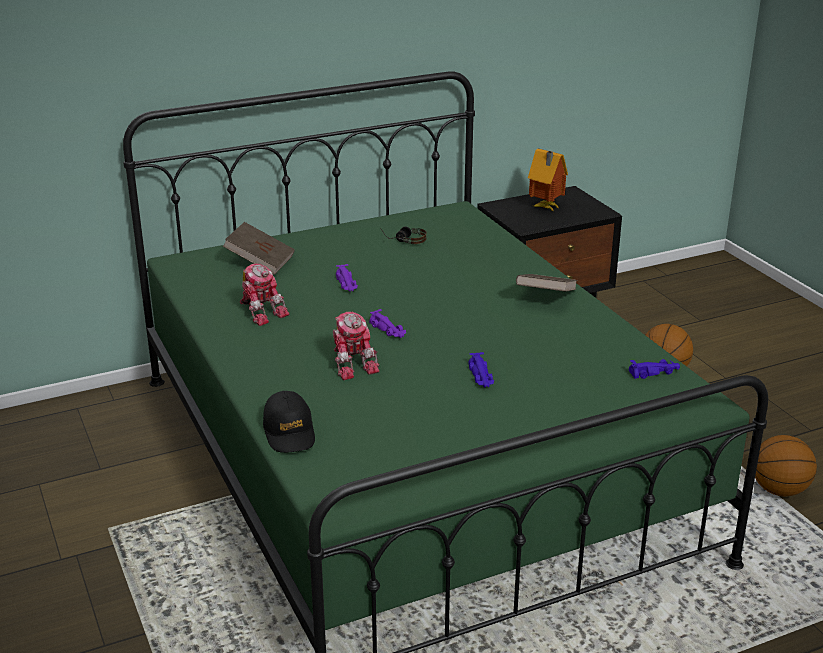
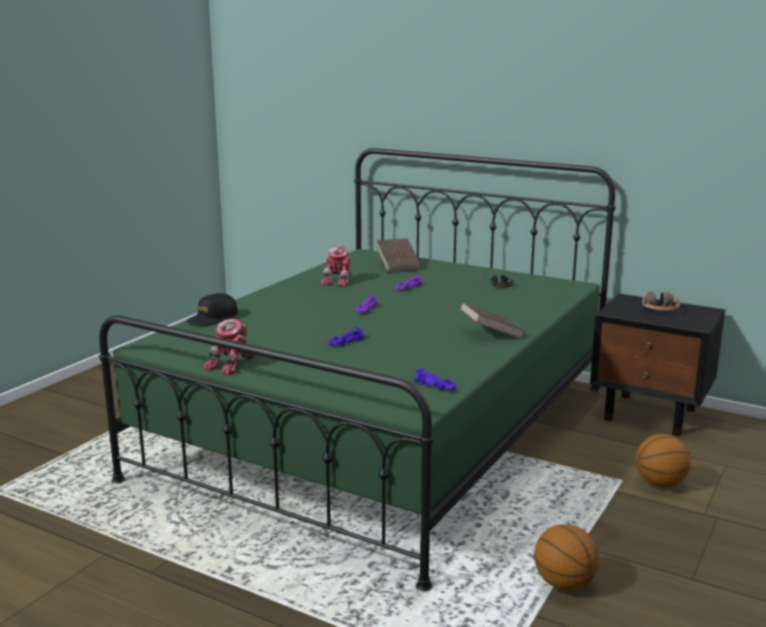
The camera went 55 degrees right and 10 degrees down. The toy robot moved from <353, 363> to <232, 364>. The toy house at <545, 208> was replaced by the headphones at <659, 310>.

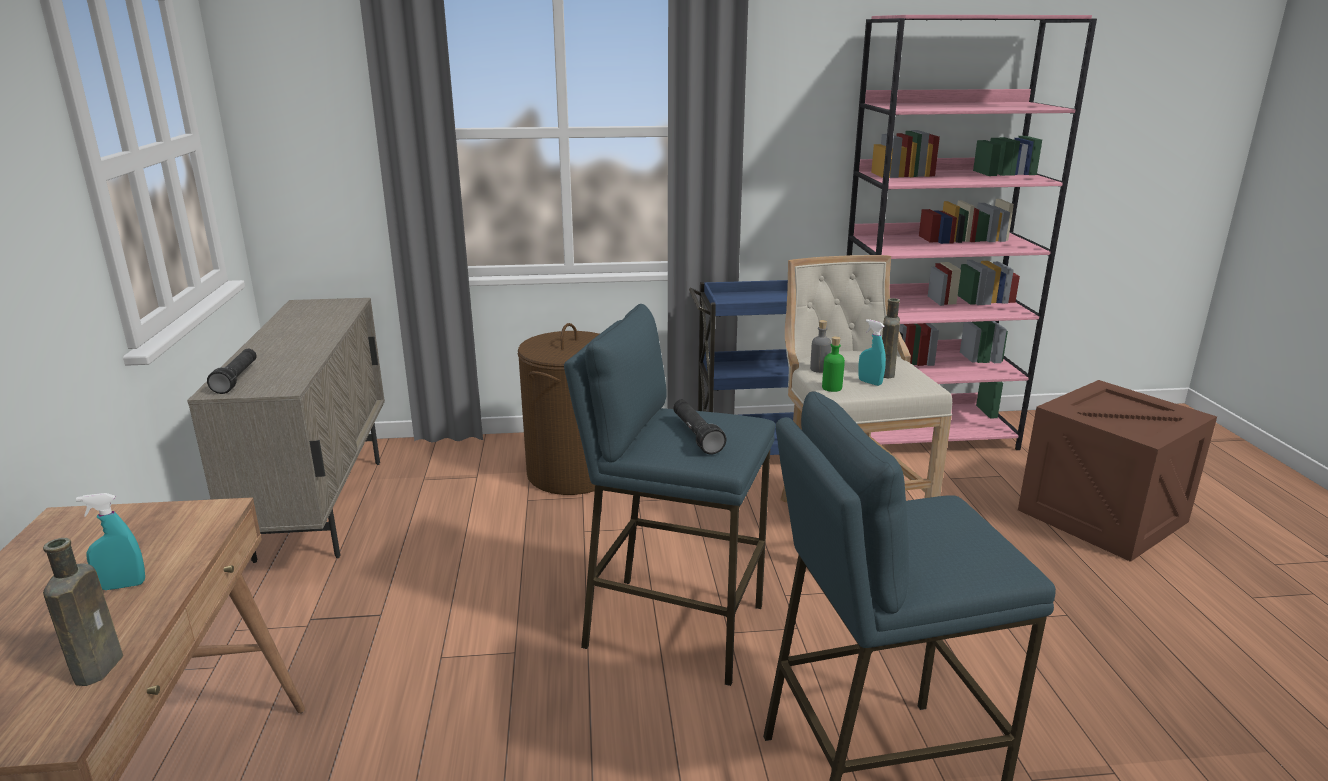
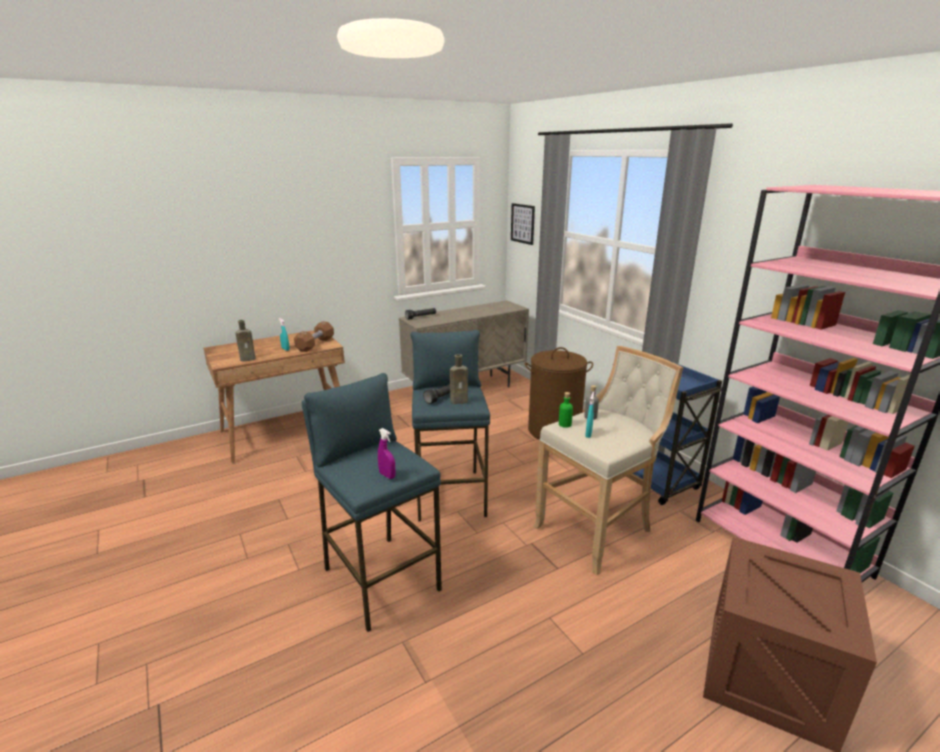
The camera went 65 degrees right and 0 degrees up. The bottle/brown moved from <886, 372> to <460, 401>. The dumbbell/brown at <315, 344> appeared. The spray bottle/purple at <387, 475> appeared. The picture at <522, 223> appeared.

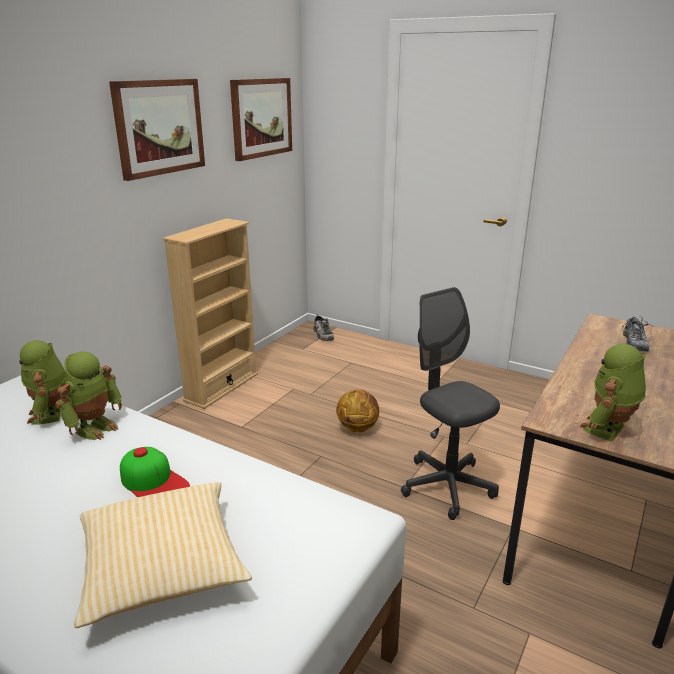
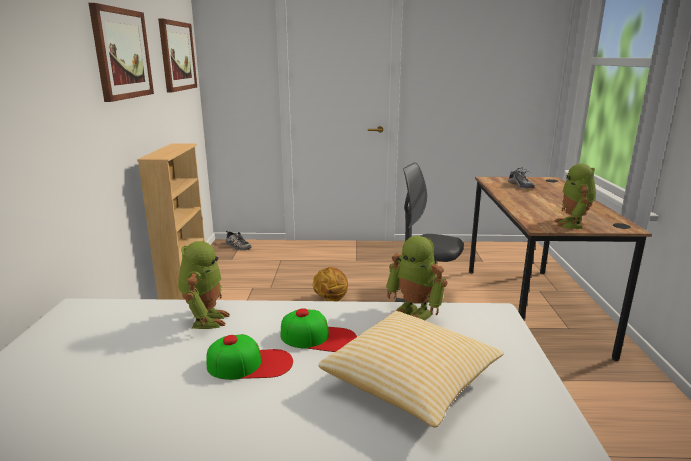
The camera went 30 degrees left and 5 degrees down. The toy robot moved from <51, 414> to <414, 312>. The cap at <250, 364> appeared.

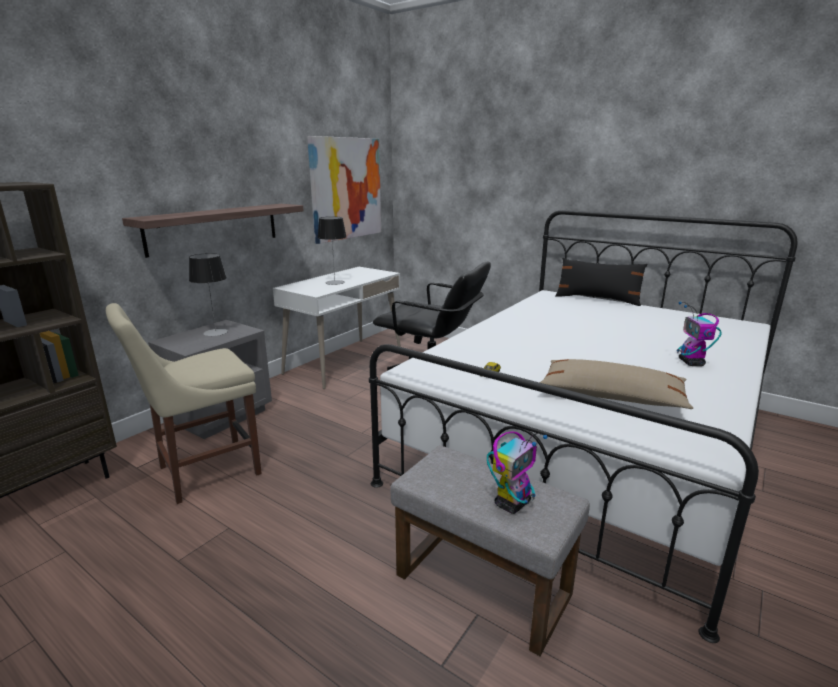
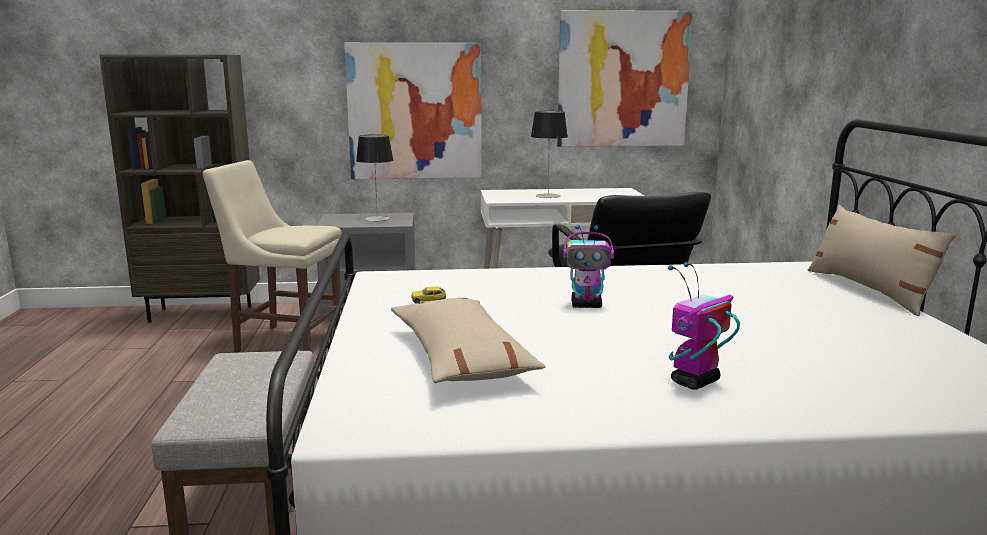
The camera went 50 degrees right and 5 degrees down. The shelf at <214, 228> was replaced by the picture at <415, 111>. The toy robot moved from <512, 503> to <587, 305>. The pillow/black at <597, 299> became the pillow/beige at <869, 290>.

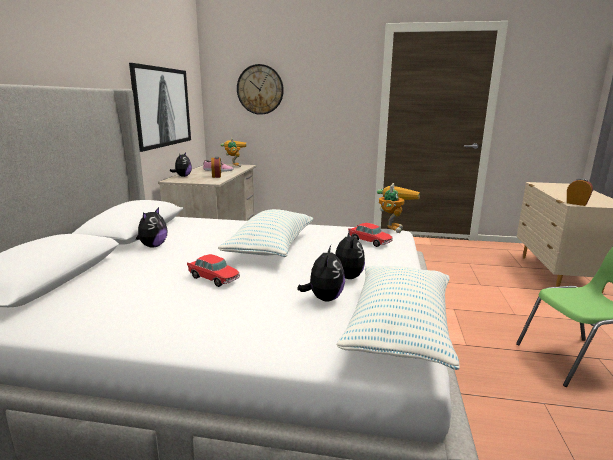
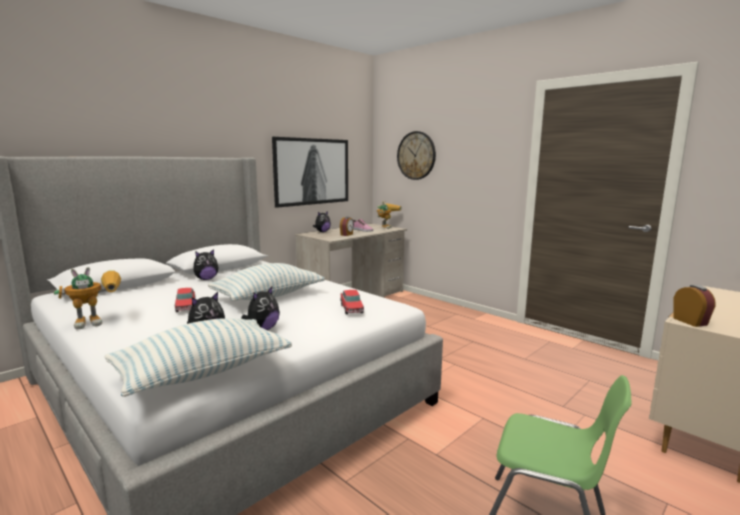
The camera went 35 degrees right and 5 degrees down. The toy robot moved from <392, 227> to <99, 321>.

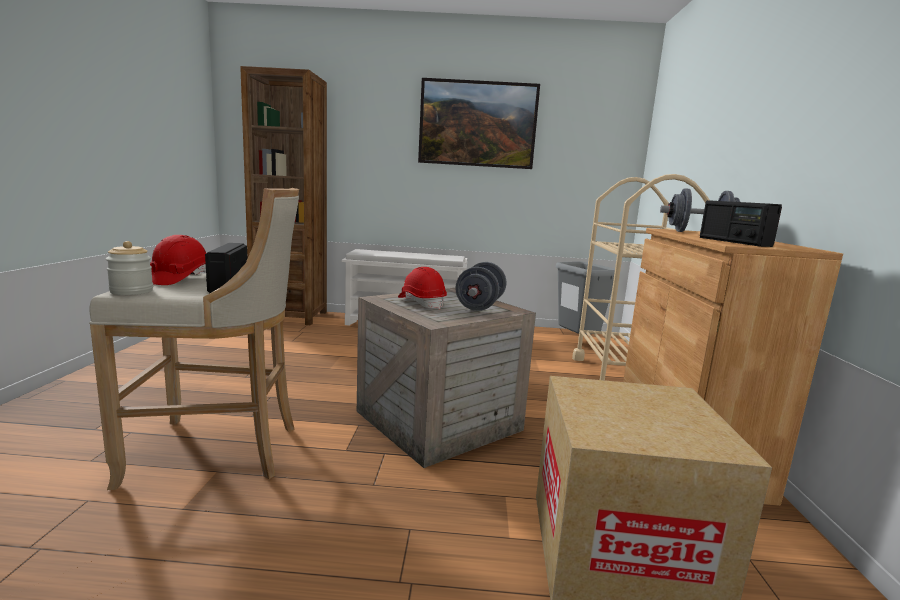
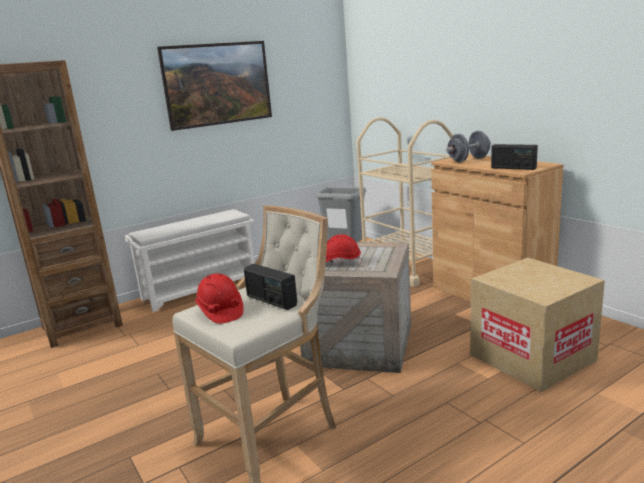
The camera went 35 degrees left and 5 degrees up. The jar at <131, 291> disappeared. The dumbbell/grey at <480, 306> disappeared.

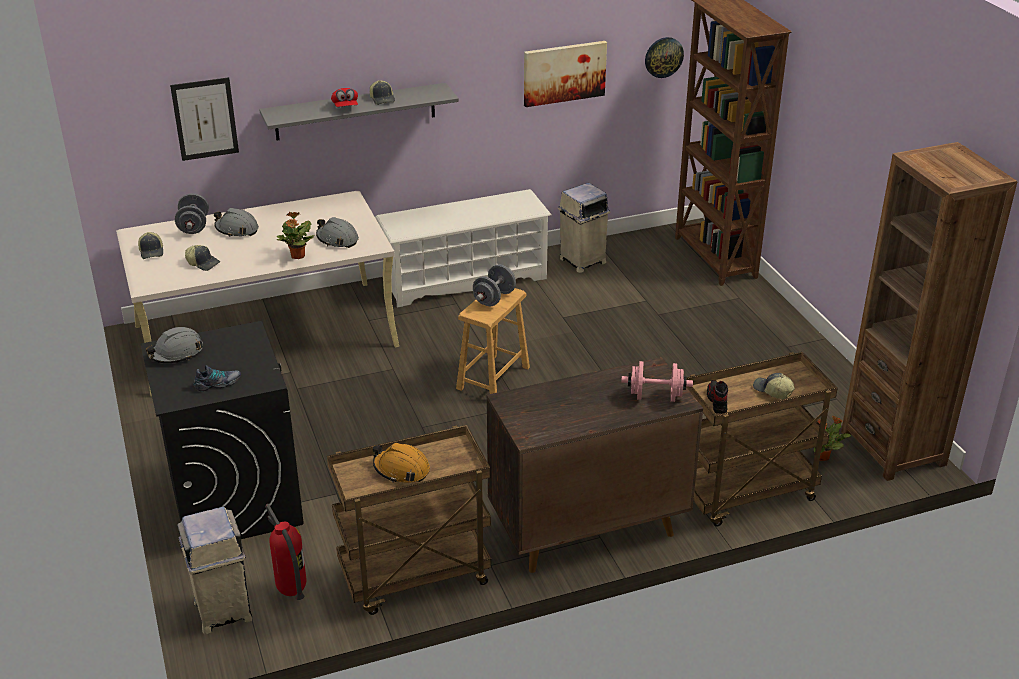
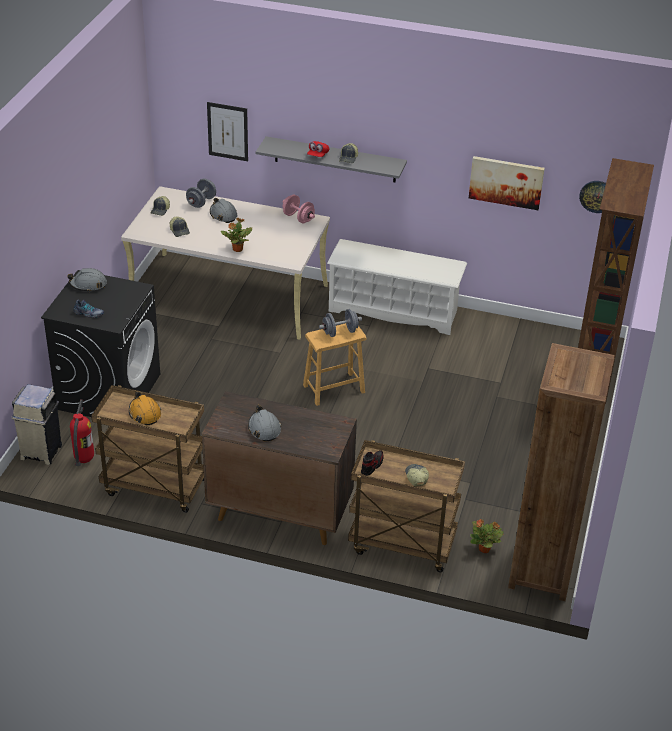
The camera went 35 degrees right and 5 degrees up. The hard hat/grey moved from <337, 239> to <264, 428>. The trash can/beige at <582, 261> disappeared. The dumbbell/pink moved from <655, 396> to <298, 218>.

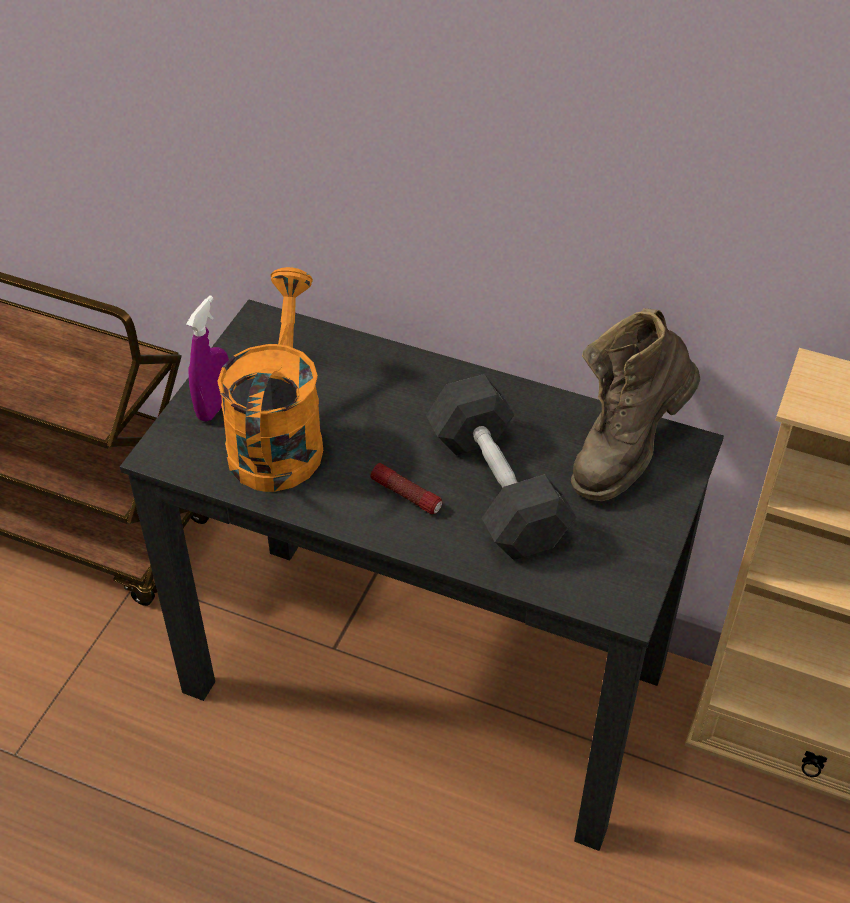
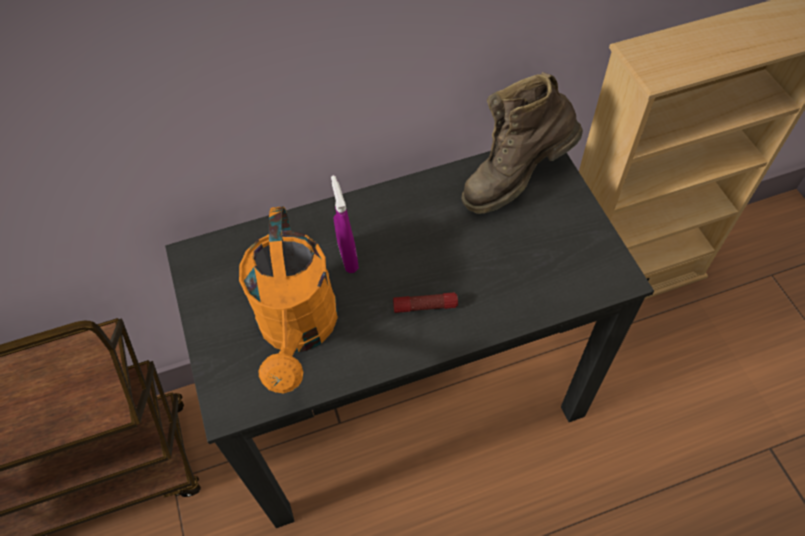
The camera went 40 degrees left and 10 degrees up. The spray bottle/purple moved from <215, 406> to <348, 257>. The watering can/orange at <278, 437> turned 150 degrees counterclockwise. The dumbbell/grey at <497, 489> disappeared. The boot/brown at <626, 450> turned 60 degrees clockwise.

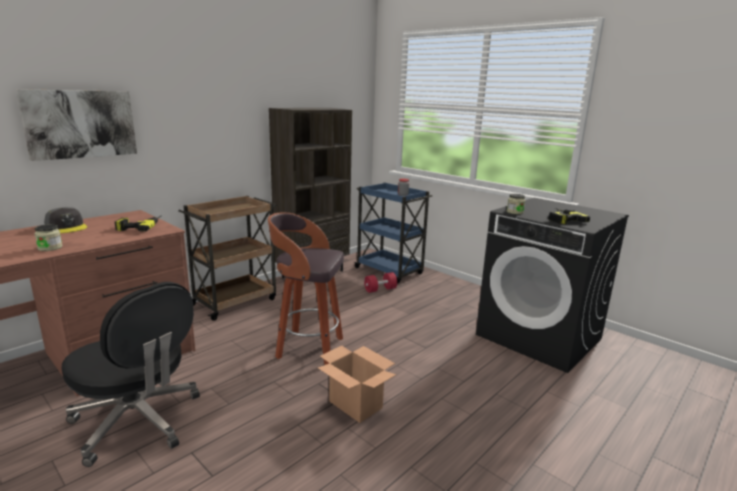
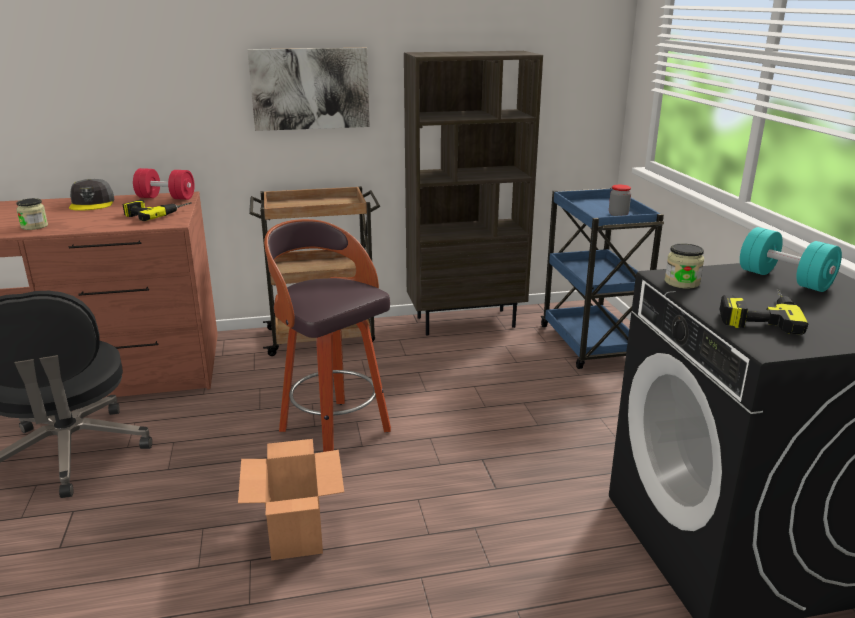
The camera went 35 degrees right and 5 degrees up. The picture moved from <81, 124> to <310, 88>. The dumbbell/red moved from <380, 290> to <166, 198>. The dumbbell/turquoise at <784, 279> appeared.

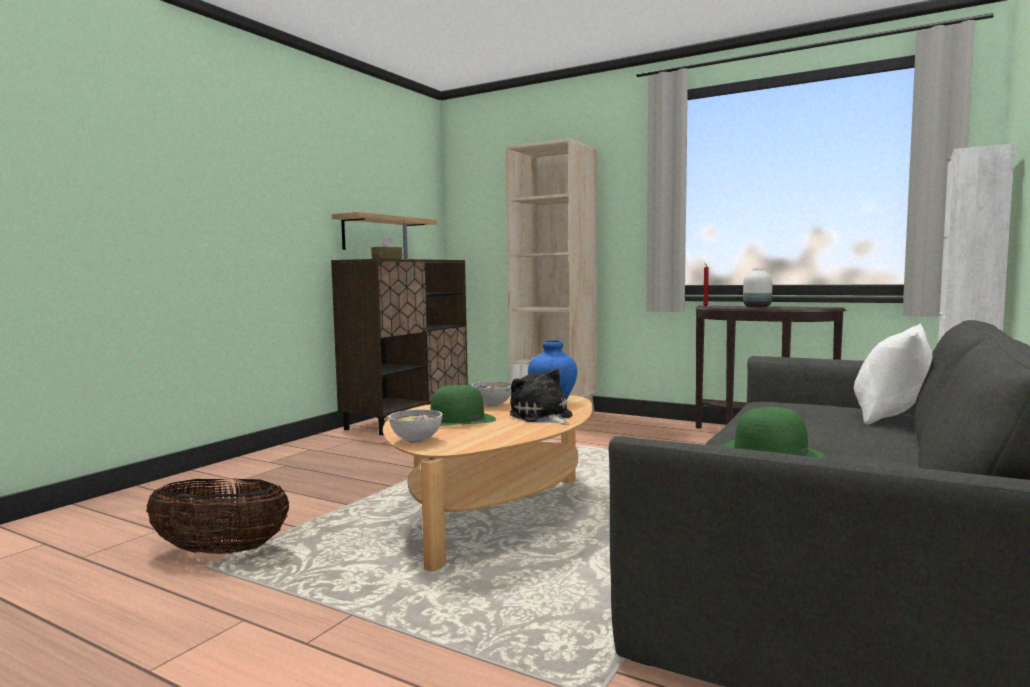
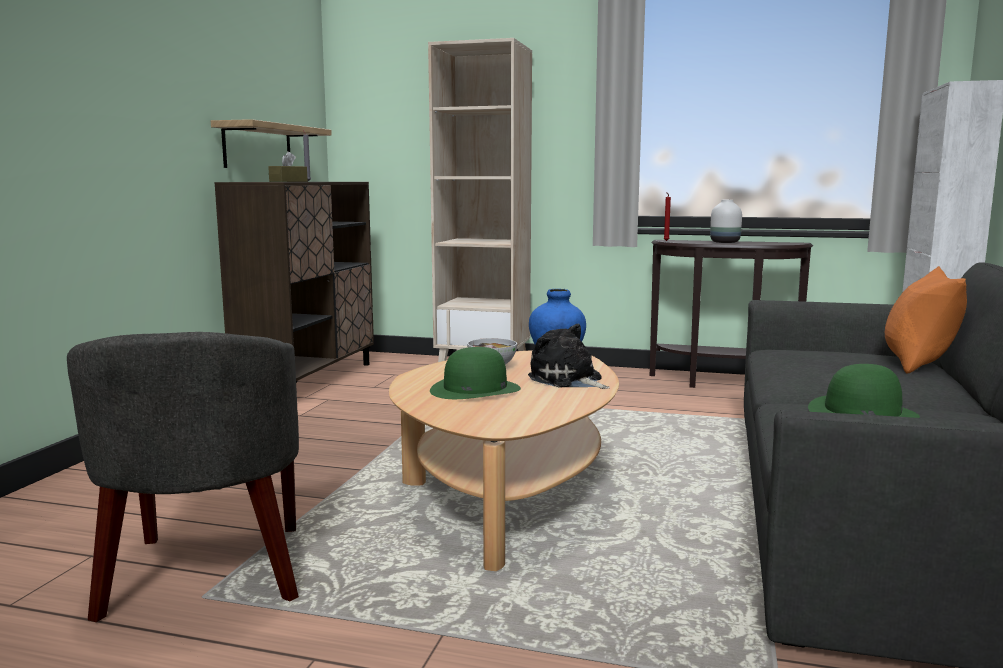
The camera went 15 degrees left and 5 degrees up. The basket at <221, 551> was replaced by the armchair/grey at <207, 575>. The bowl at <416, 441> disappeared. The pillow/white at <891, 416> became the pillow/orange at <918, 363>.

